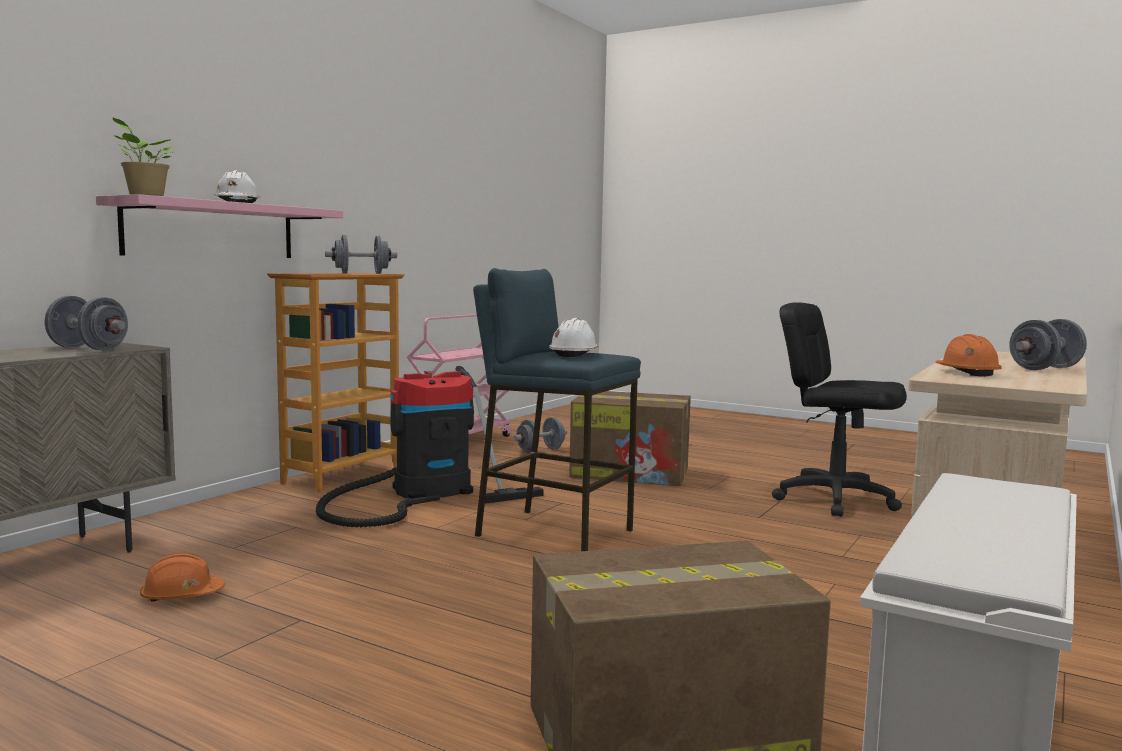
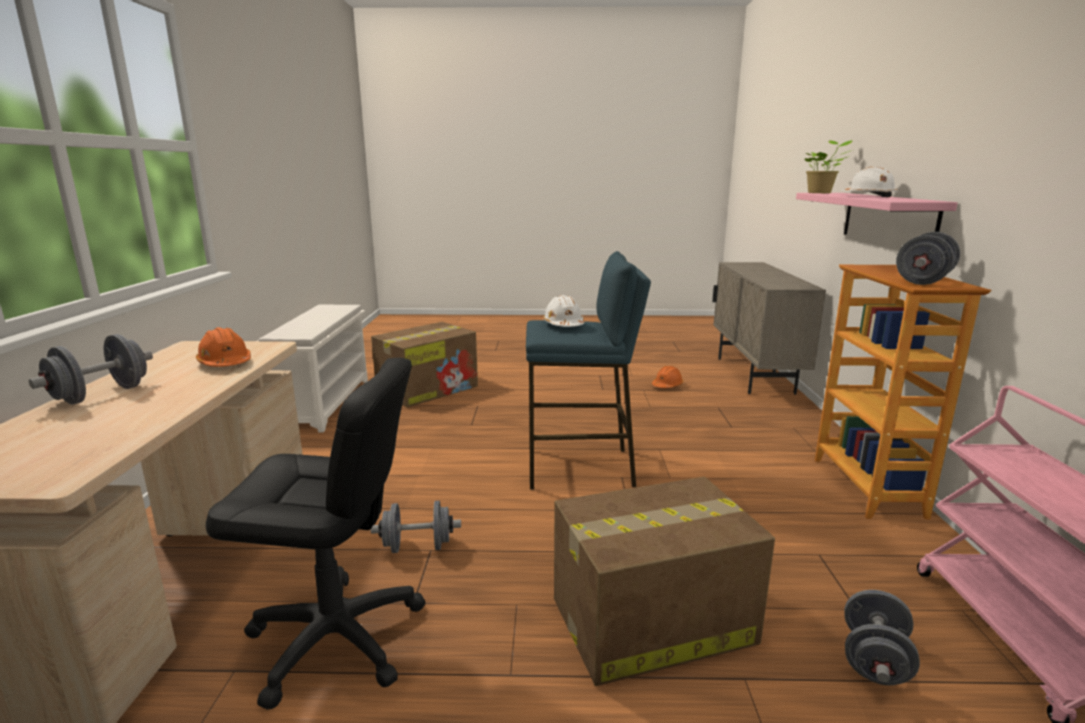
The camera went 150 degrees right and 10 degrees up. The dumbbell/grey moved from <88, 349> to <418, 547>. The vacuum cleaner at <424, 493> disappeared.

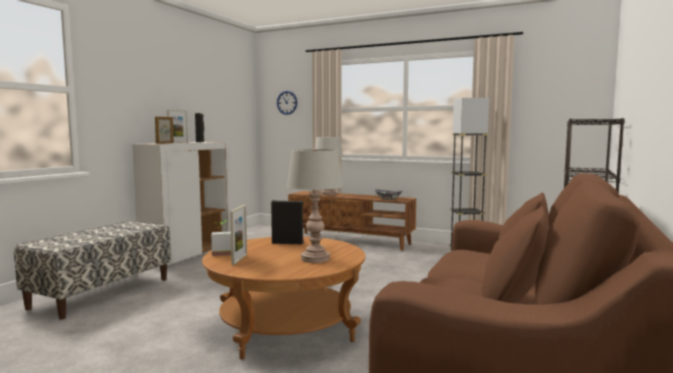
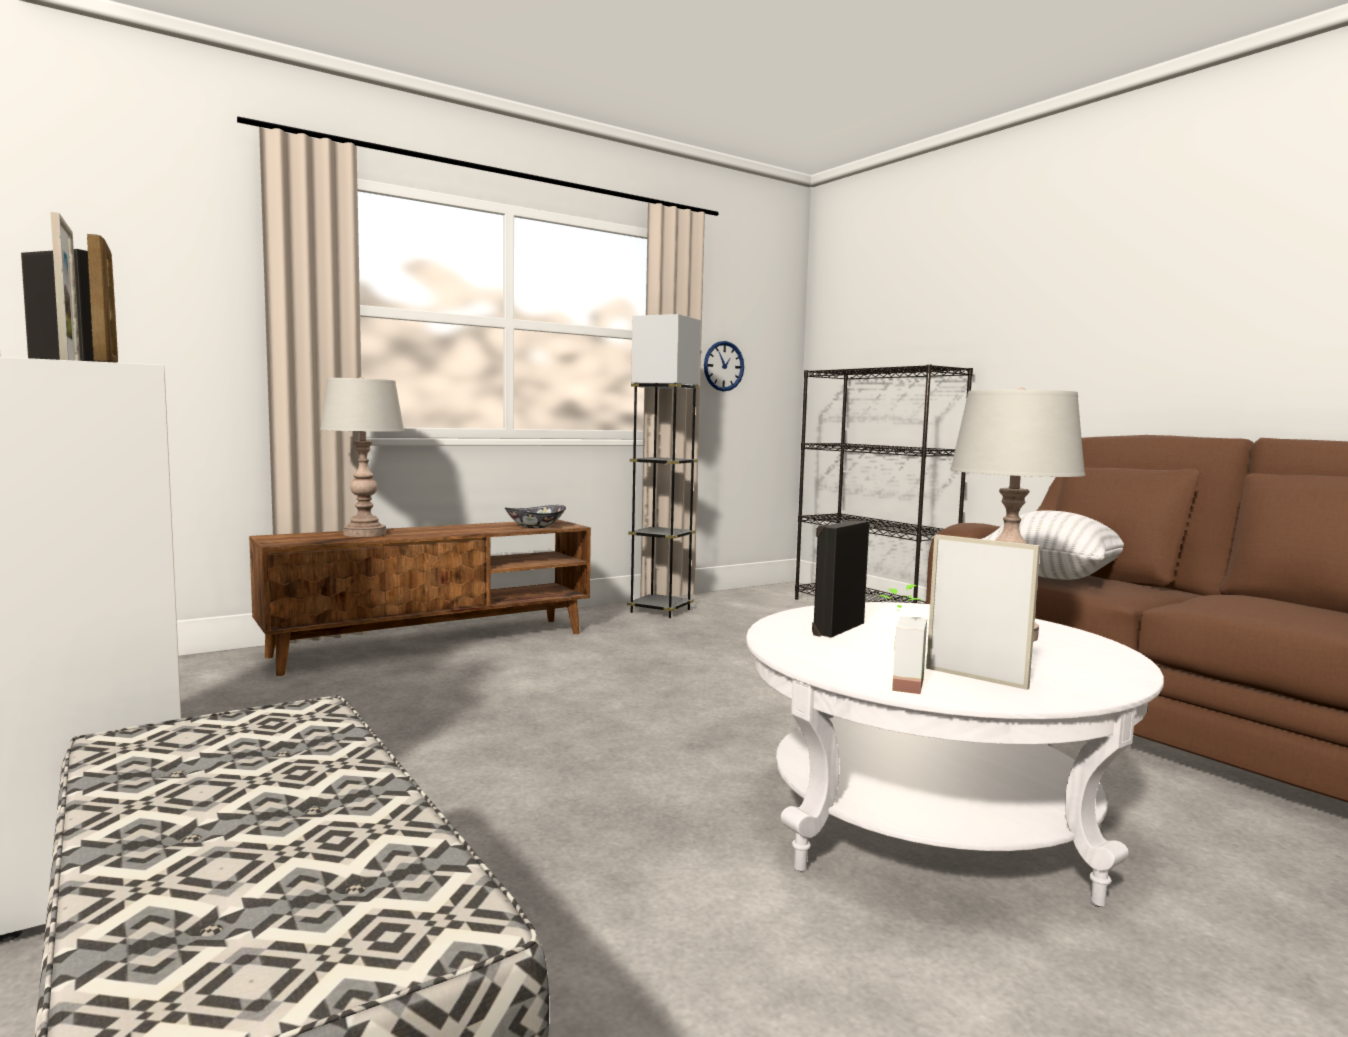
The camera went 60 degrees left and 0 degrees up. The coffee table/brown at <286, 327> became the coffee table/white at <930, 820>. The wall clock moved from <287, 102> to <723, 366>. The pillow/white at <1053, 576> appeared.

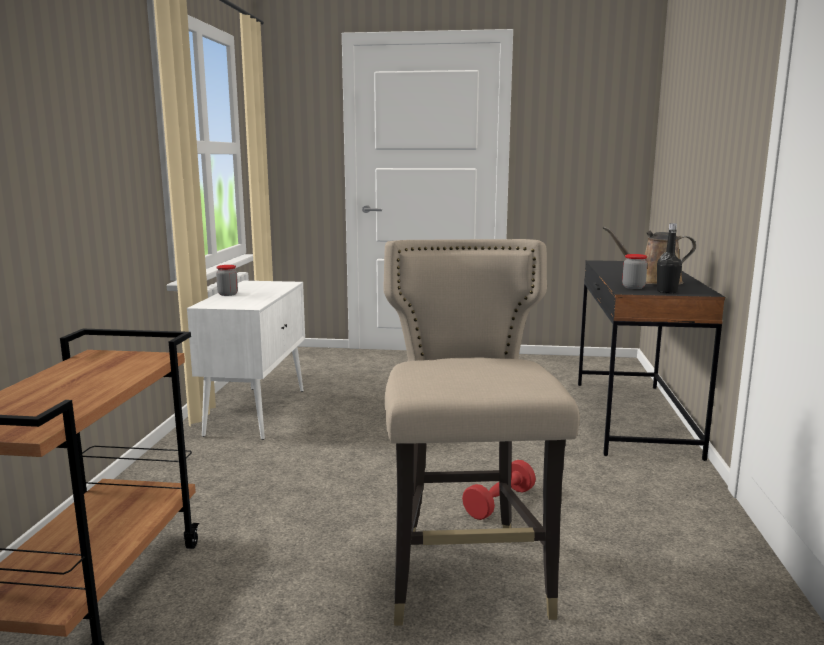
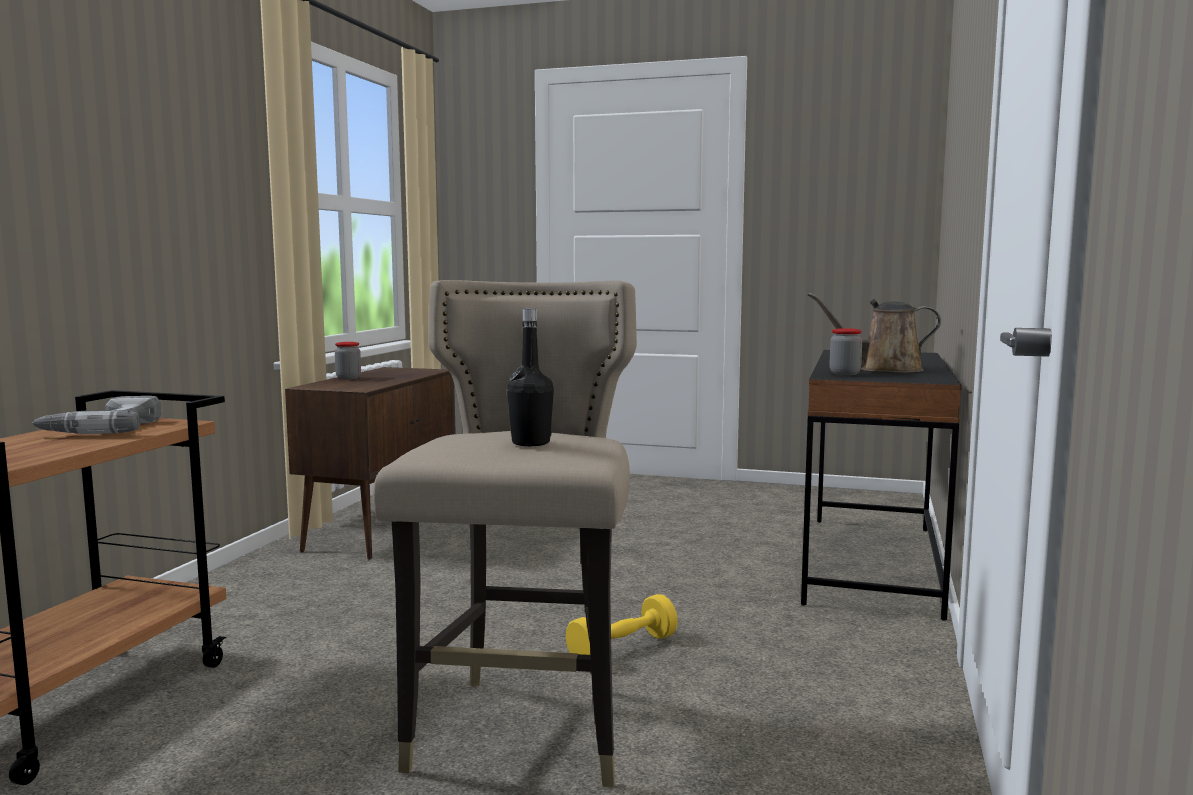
The camera went 10 degrees right and 5 degrees down. The cabinet/white at <257, 411> became the cabinet/brown at <382, 529>. The dumbbell/red at <499, 503> became the dumbbell/yellow at <622, 649>. The bottle/black moved from <667, 291> to <531, 443>. The power drill at <102, 429> appeared.

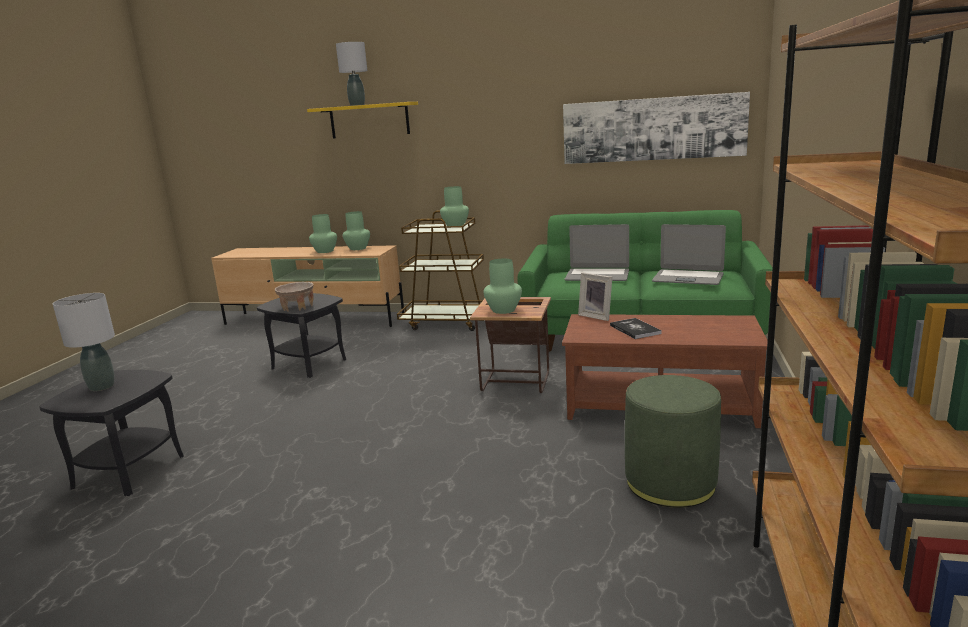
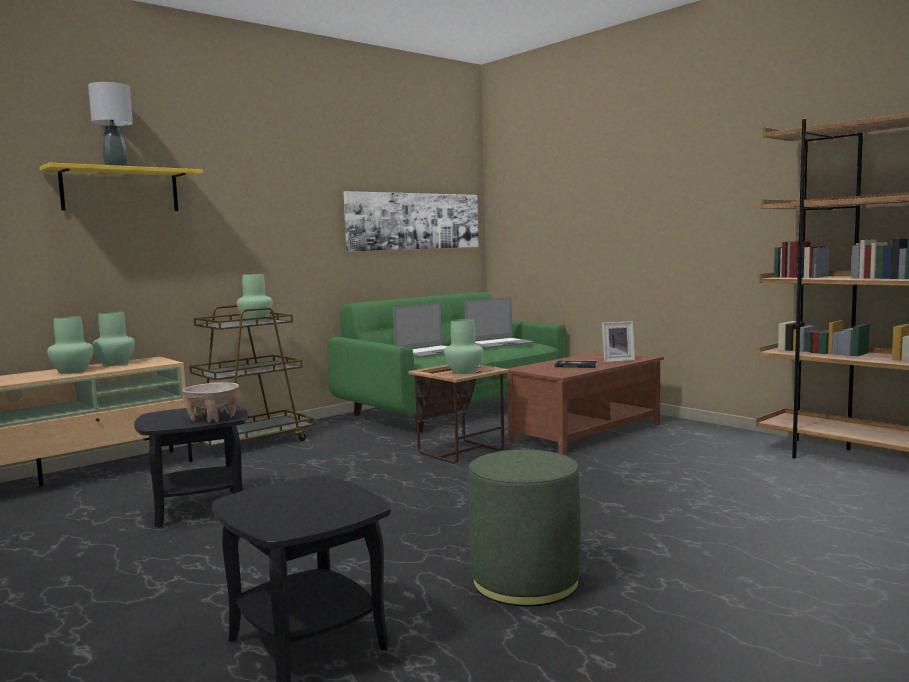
The camera went 55 degrees left and 10 degrees down. The table lamp/grey at <102, 387> disappeared. The picture frame moved from <597, 316> to <617, 360>. The ottoman/green moved from <670, 482> to <525, 581>.

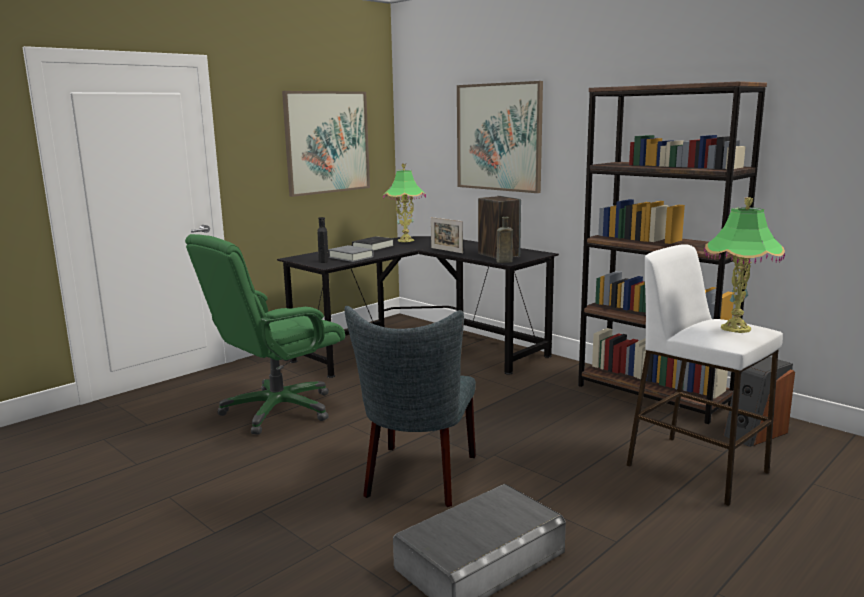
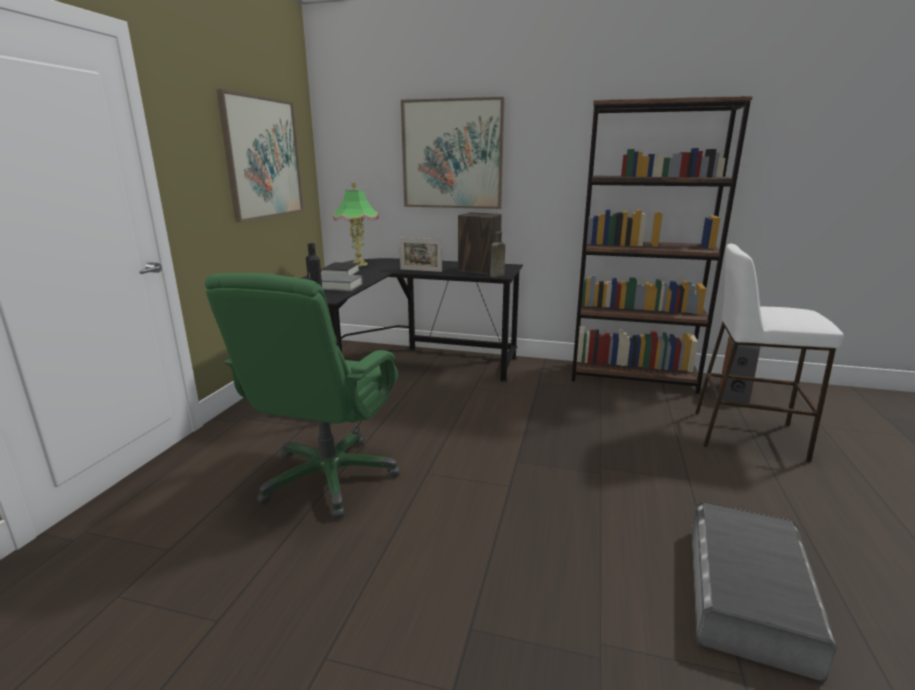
The camera went 30 degrees left and 5 degrees up. The chair/grey at <418, 479> disappeared. The table lamp at <735, 328> disappeared.

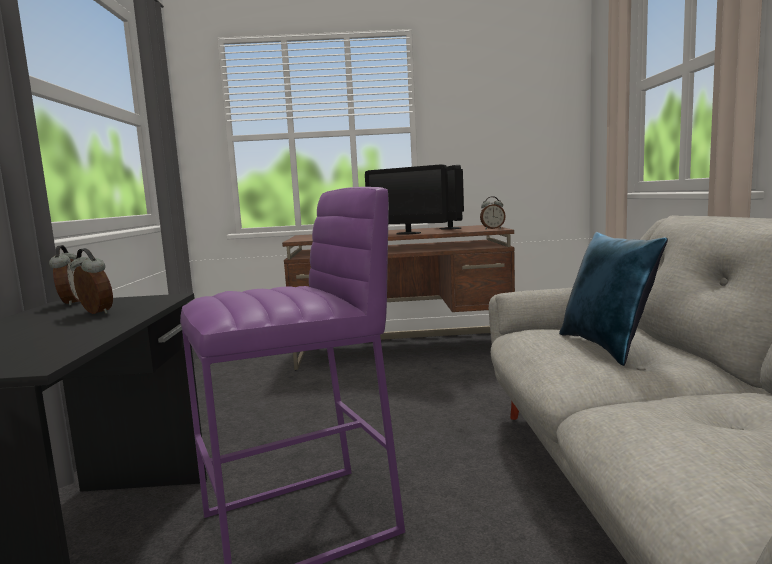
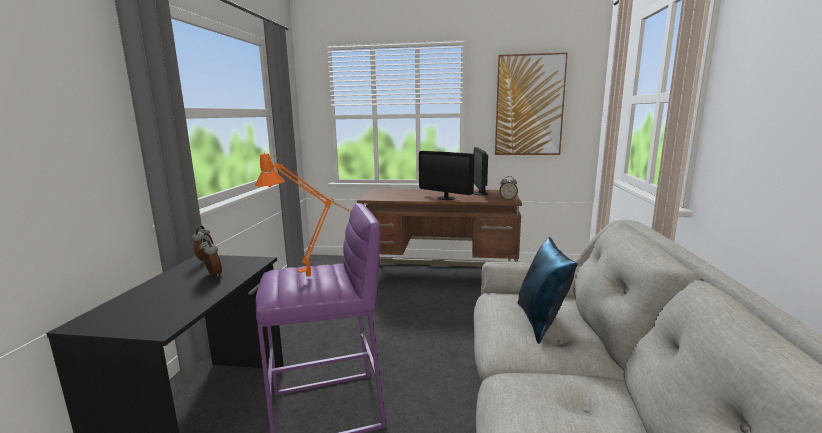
The camera went 10 degrees right and 5 degrees up. The table lamp/orange at <314, 275> appeared. The picture at <529, 105> appeared.

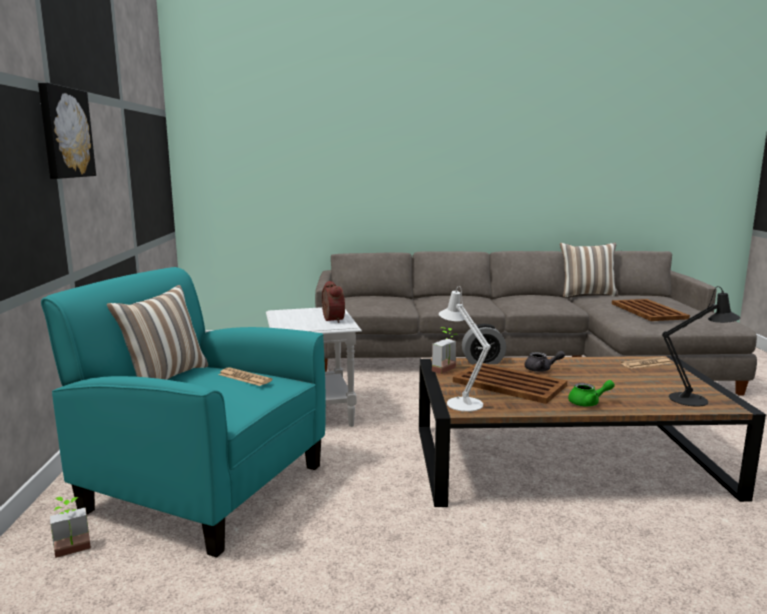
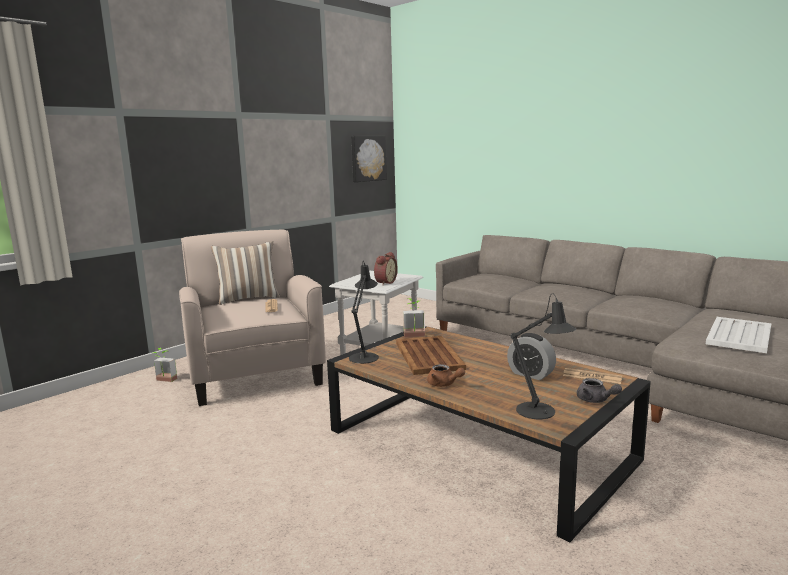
The camera went 45 degrees right and 0 degrees up. The picture moved from <64, 133> to <367, 158>. The armchair/turquoise at <204, 487> became the armchair/beige at <254, 374>. The table lamp/white at <461, 402> became the table lamp/black at <365, 356>. The alarm clock moved from <483, 361> to <530, 374>. The teapot/grey moved from <541, 369> to <595, 400>. The pillow at <587, 294> disappeared. The teapot/green at <588, 403> became the teapot/brown at <444, 384>. The tray/brown at <648, 311> became the tray/white at <739, 335>.

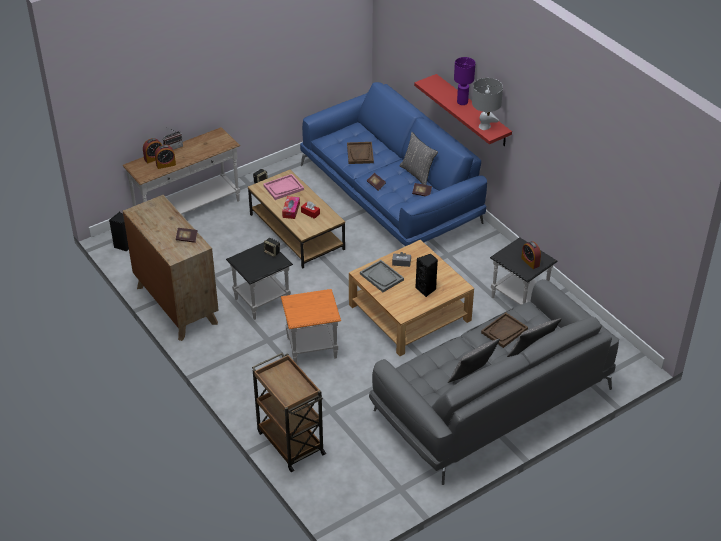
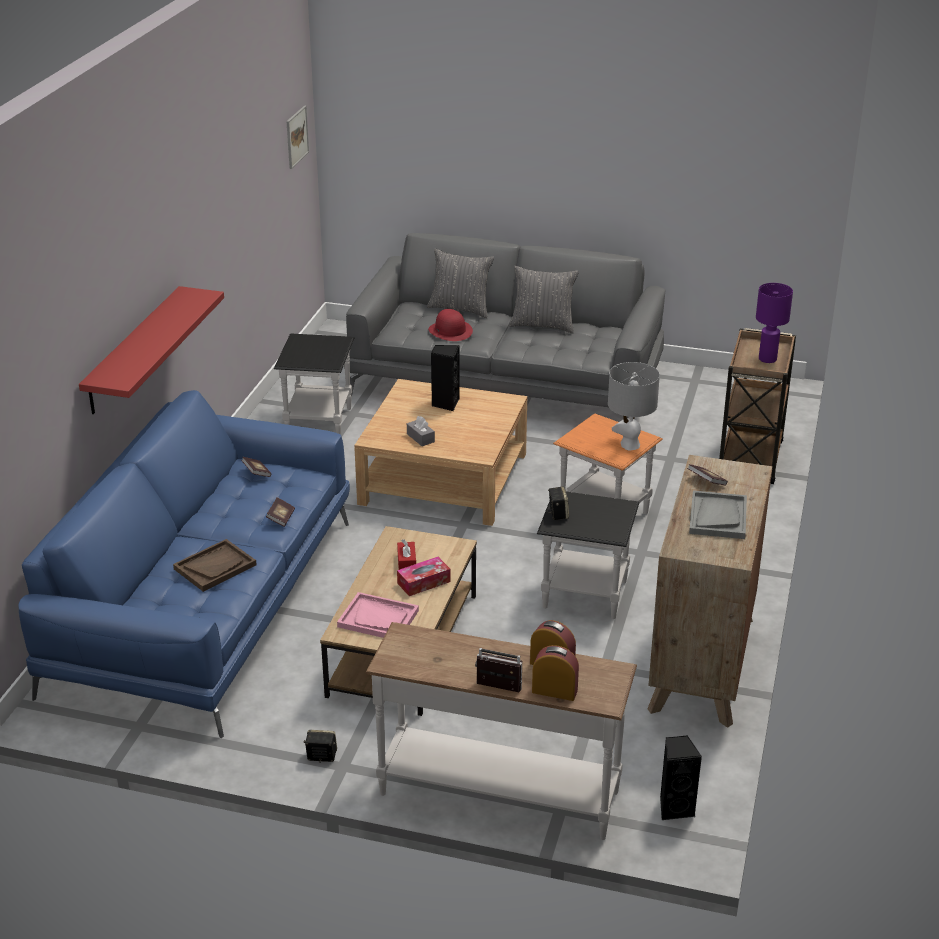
The camera went 130 degrees left and 10 degrees down. The tray/grey moved from <382, 277> to <717, 517>. The pillow/grey at <417, 174> disappeared. The table lamp/purple moved from <462, 102> to <767, 359>. The table lamp/grey moved from <484, 126> to <629, 445>. The tray/brown at <504, 331> was replaced by the hat/red at <450, 331>. The alarm clock at <530, 262> disappeared. The picture at <296, 137> appeared.

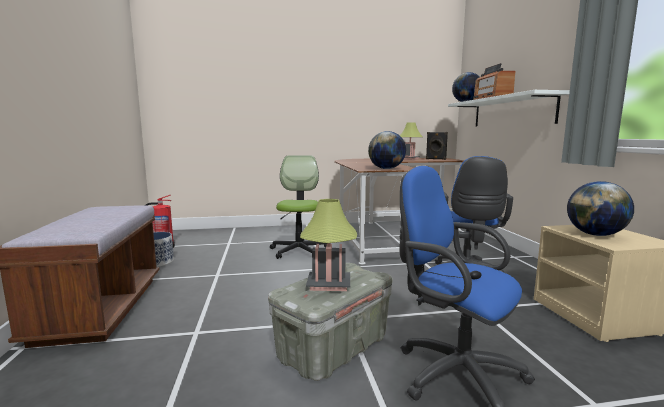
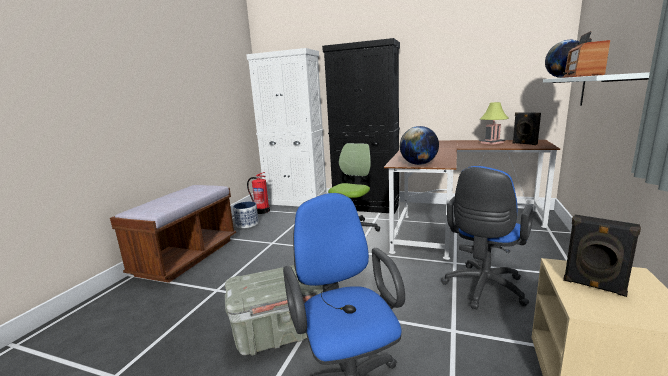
The camera went 30 degrees right and 5 degrees up. The table lamp at <328, 284> disappeared. The globe at <595, 234> was replaced by the speaker/black at <593, 286>. The cabinet/white at <296, 201> appeared. The cabinet/black at <366, 206> appeared.

